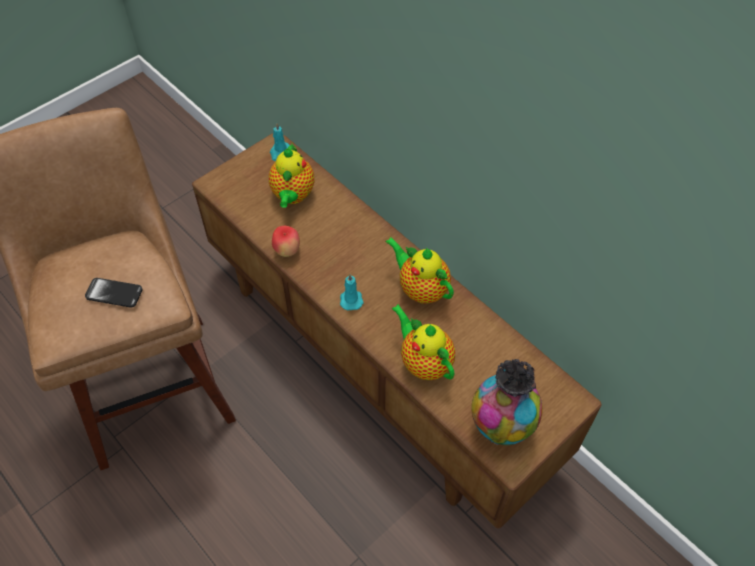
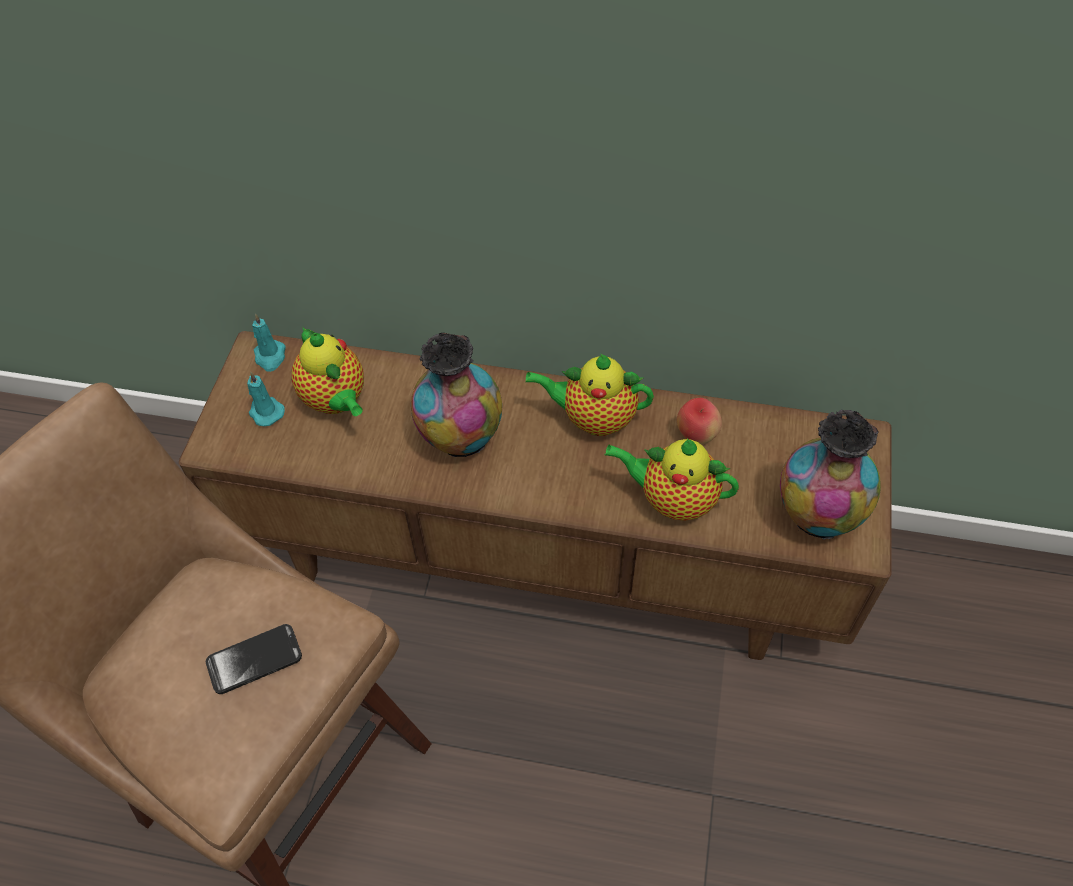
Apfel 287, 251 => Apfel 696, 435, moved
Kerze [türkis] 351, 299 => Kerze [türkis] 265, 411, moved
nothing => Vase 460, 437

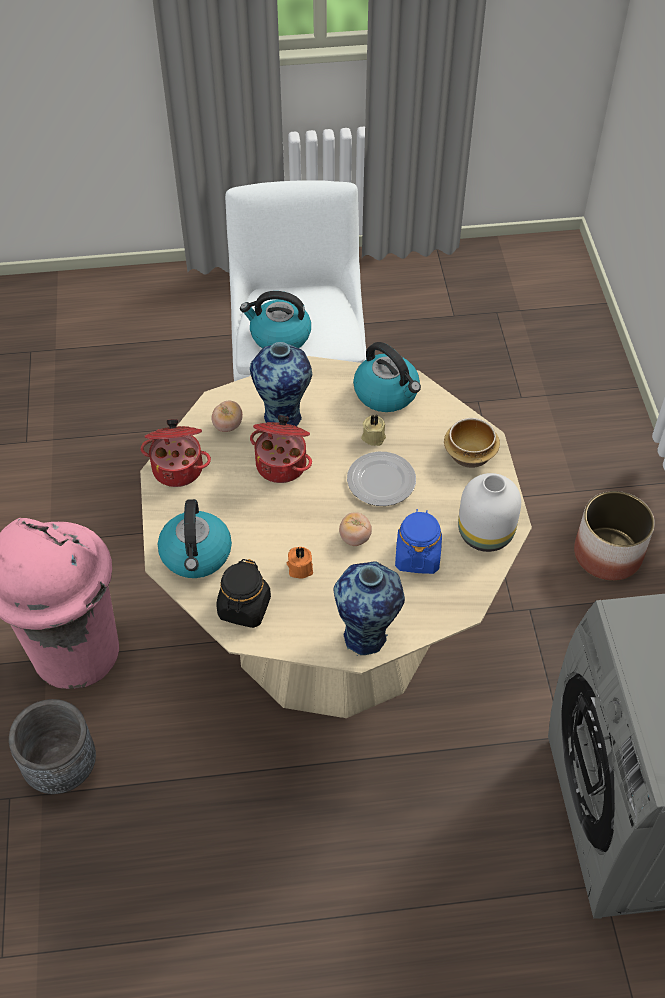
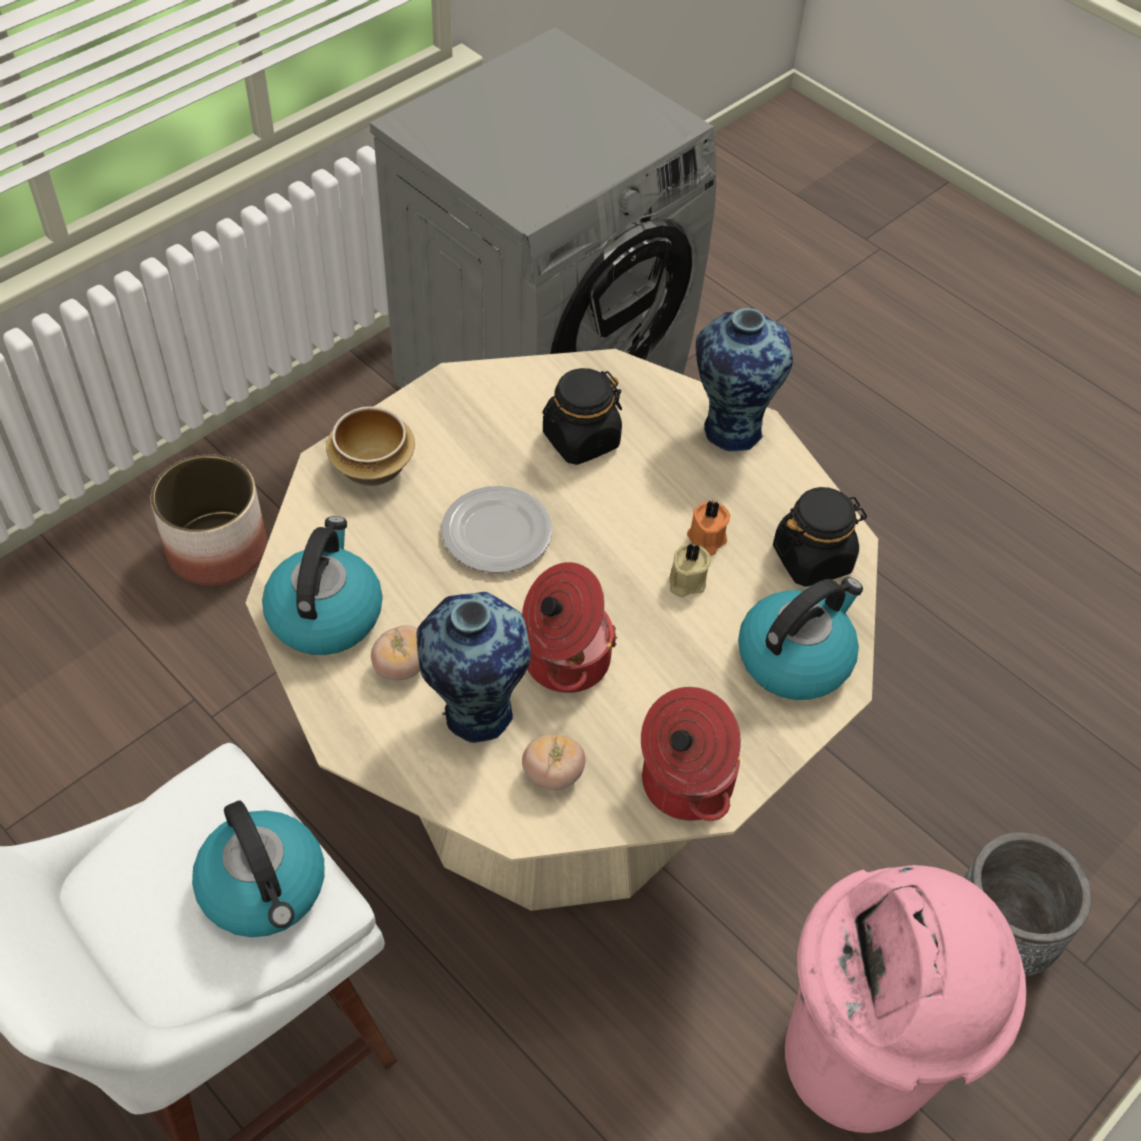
Tomate 355, 538 => Tomate 401, 667, moved
Kerze [beige] 373, 436 => Kerze [beige] 685, 581, moved
Vorratsglas [blau] 417, 556 => Vorratsglas [schwarz] 580, 440
Vase [weiß] 483, 534 => nothing

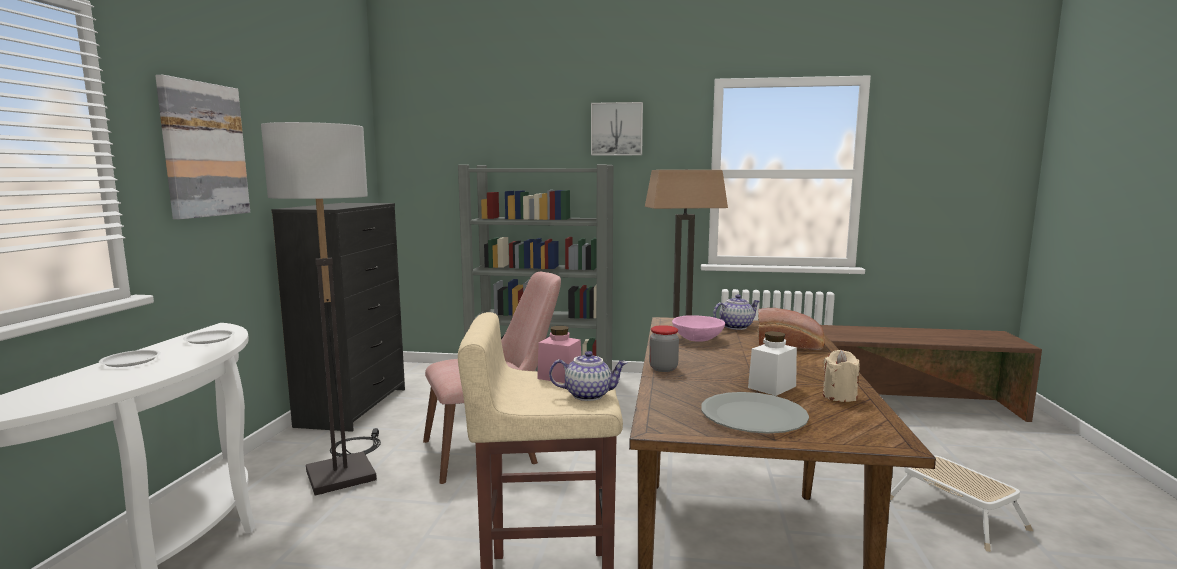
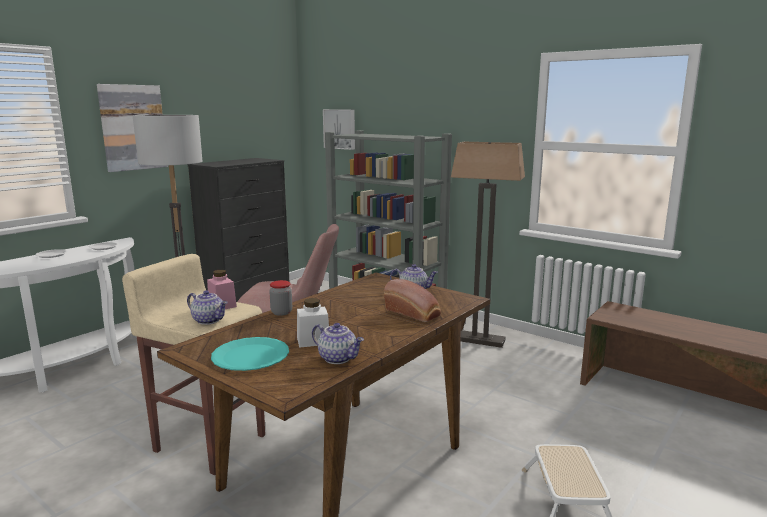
Bild 617, 129 => Bild 340, 129, moved
Schüssel [rosa] 697, 339 => nothing
Teller [grau] 753, 416 => Teller [türkis] 250, 356
Kerze [beige] 839, 396 => Teekanne 338, 358

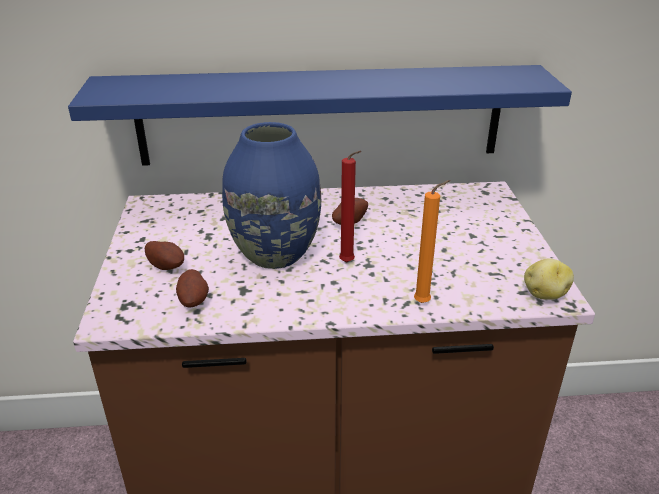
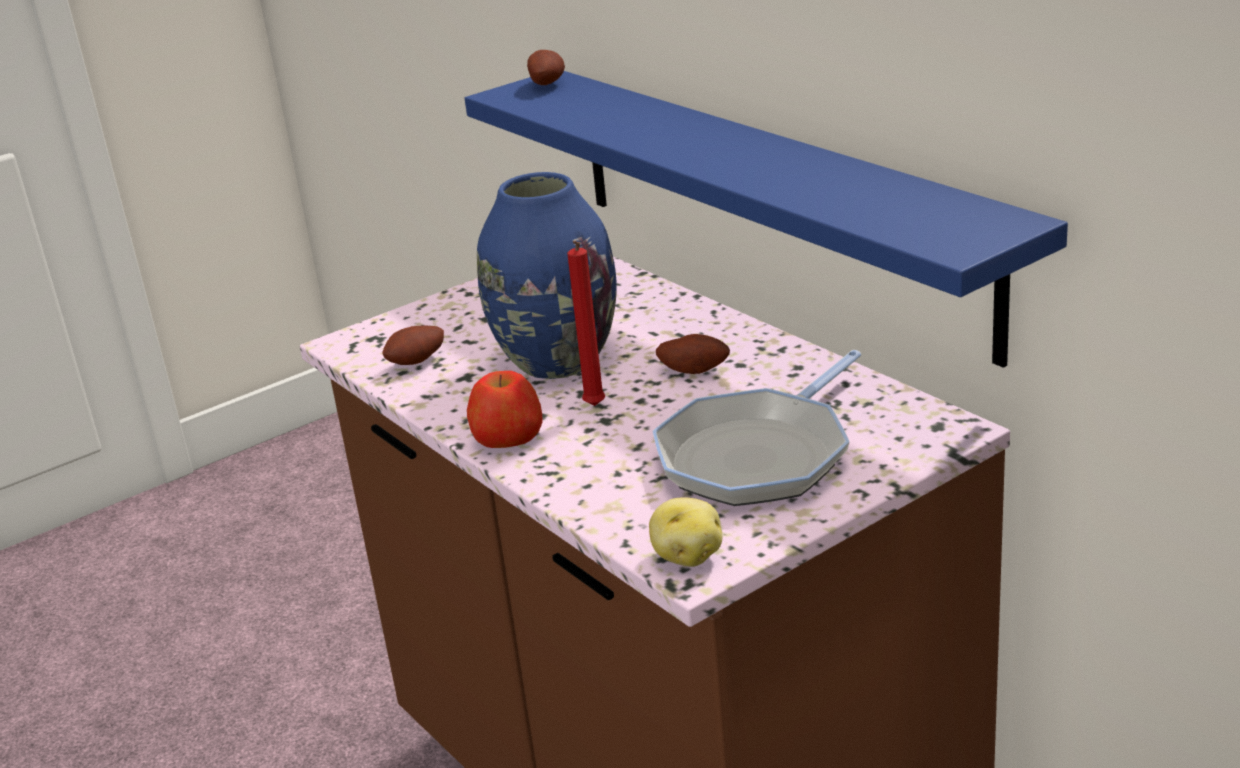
Kartoffel 167, 266 => Kartoffel 548, 83, moved
Kerze [orange] 424, 302 => nothing
nothing => Apfel 507, 438
nothing => Pfanne 759, 455

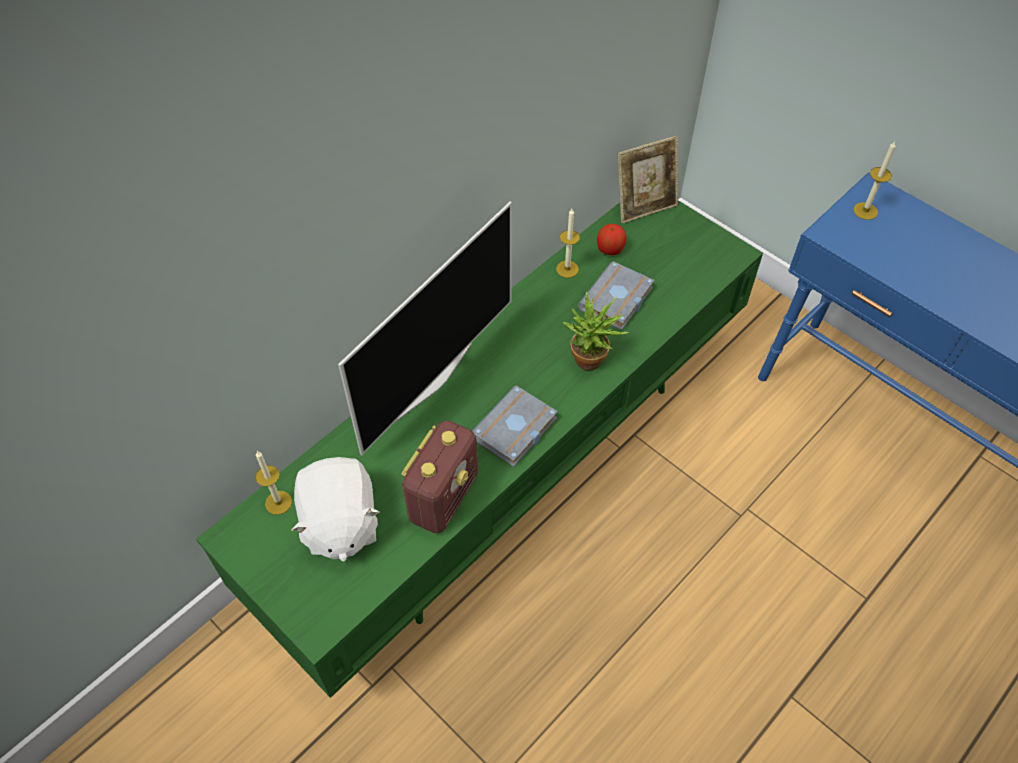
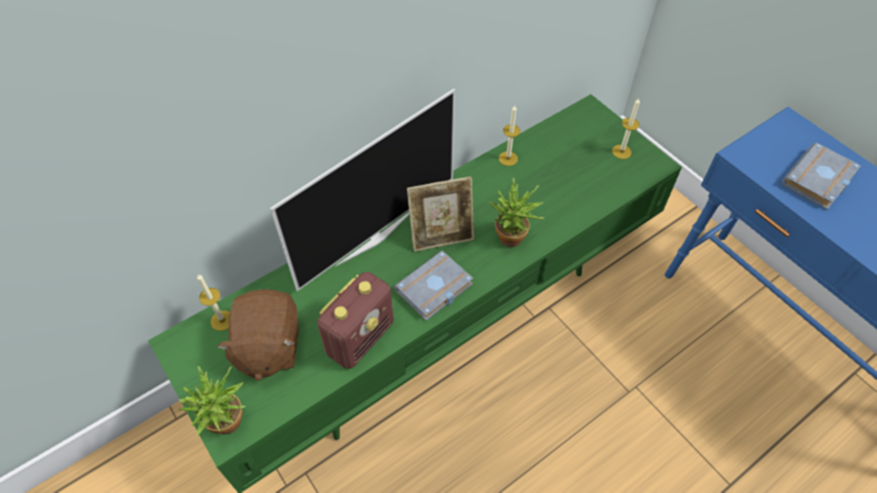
Plüschtier [weiß] 339, 523 => Plüschtier [braun] 268, 346
Buch [grau] 617, 301 => Buch [grau] 819, 181, moved
Apfel 610, 249 => nothing
Bilderrahmen 644, 206 => Bilderrahmen 441, 236, moved
Kerze 865, 211 => Kerze 621, 152, moved
nothing => Topfpflanze 228, 426

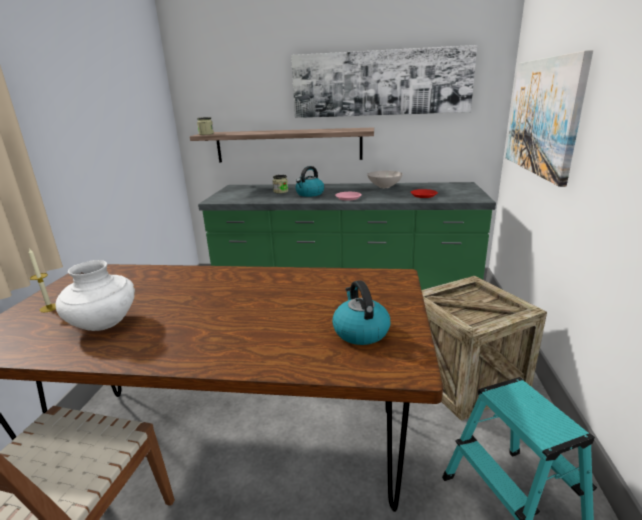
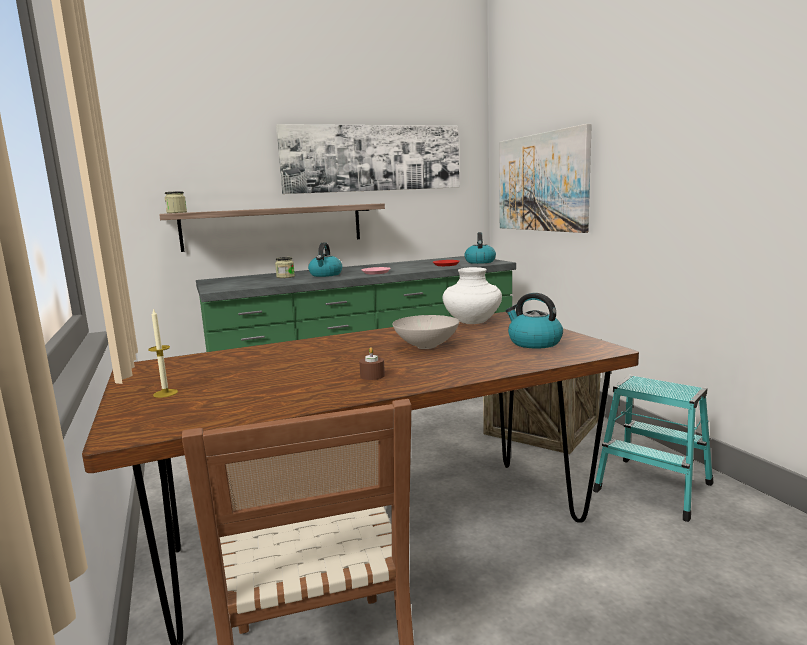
Vase [weiß] 103, 324 => Vase [weiß] 472, 322, moved
Schüssel [weiß] 385, 187 => Schüssel [weiß] 427, 346, moved
nothing => Kerze [braun] 372, 376
nothing => Wasserkessel 480, 262

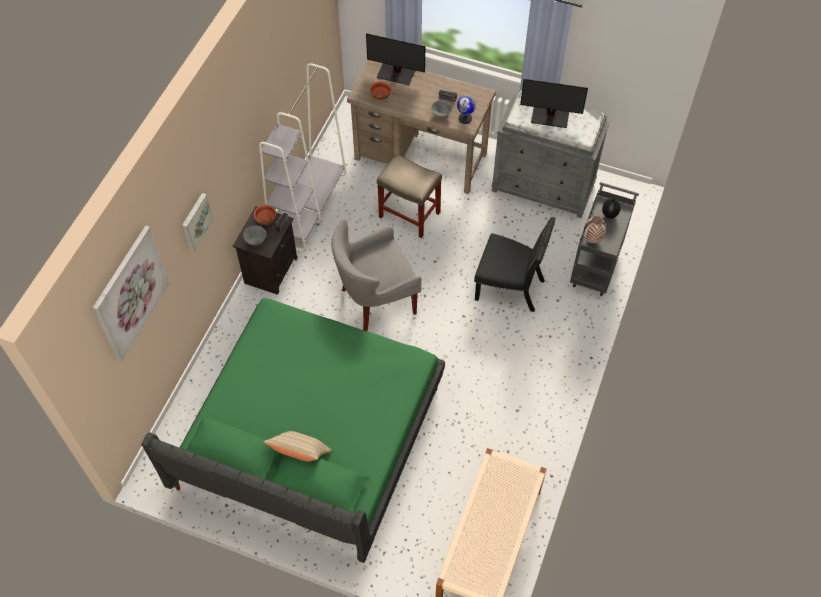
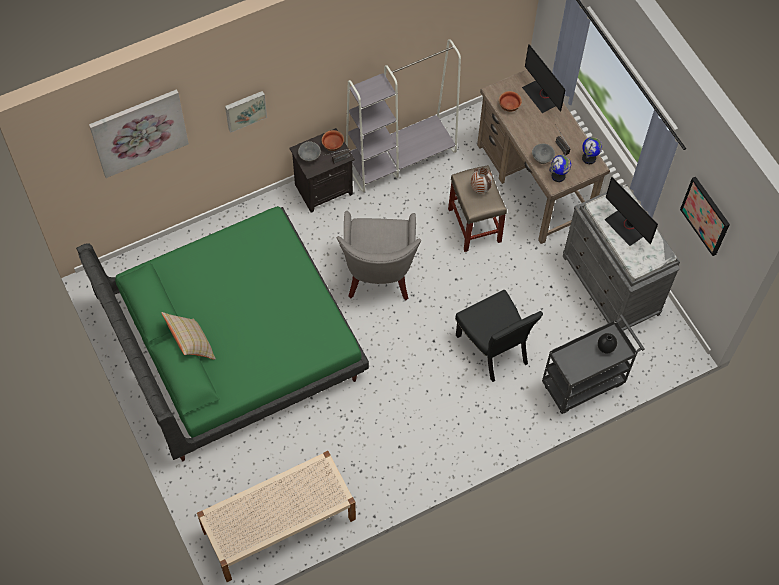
Sessel [grau] 376, 301 => Sessel [grau] 378, 276, 105 degrees counterclockwise
Vase 592, 240 => Vase 480, 189, moved
nothing => Globus 589, 158
nothing => Bild 706, 215

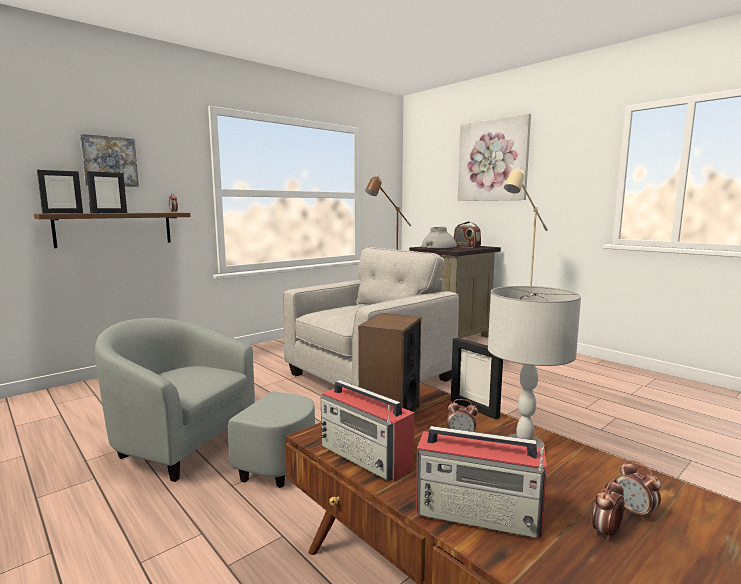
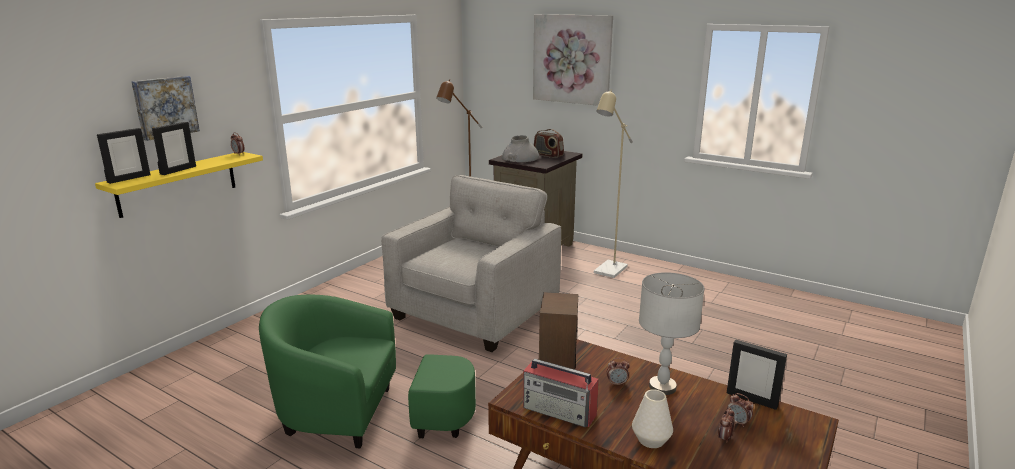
Wandregal [braun] 114, 229 => Wandregal [gelb] 178, 183
Sessel [grau] 202, 450 => Sessel [grün] 362, 415
Radio 479, 514 => Vase [weiß] 651, 440
Bilderrahmen 475, 408 => Bilderrahmen 752, 399, moved

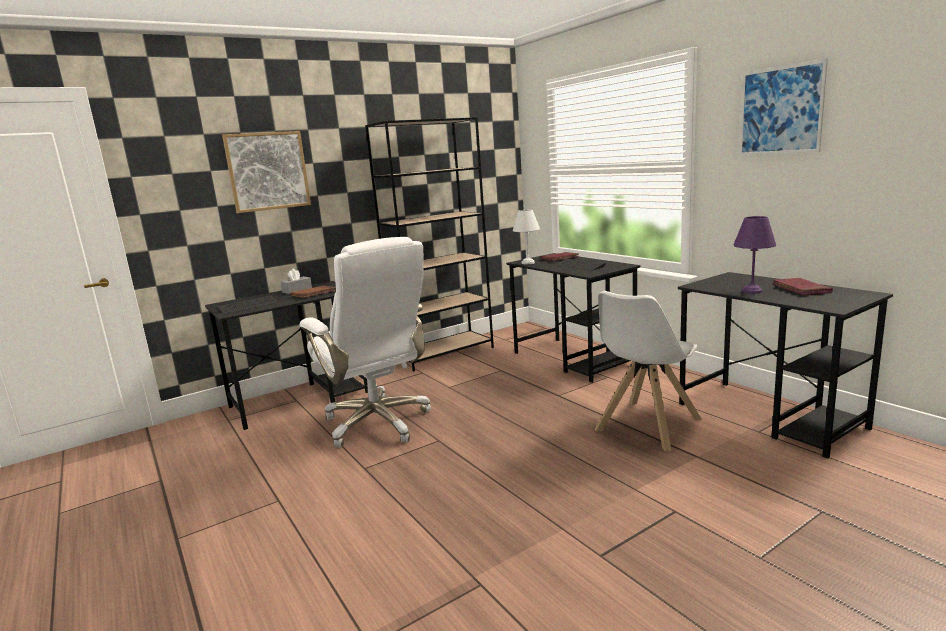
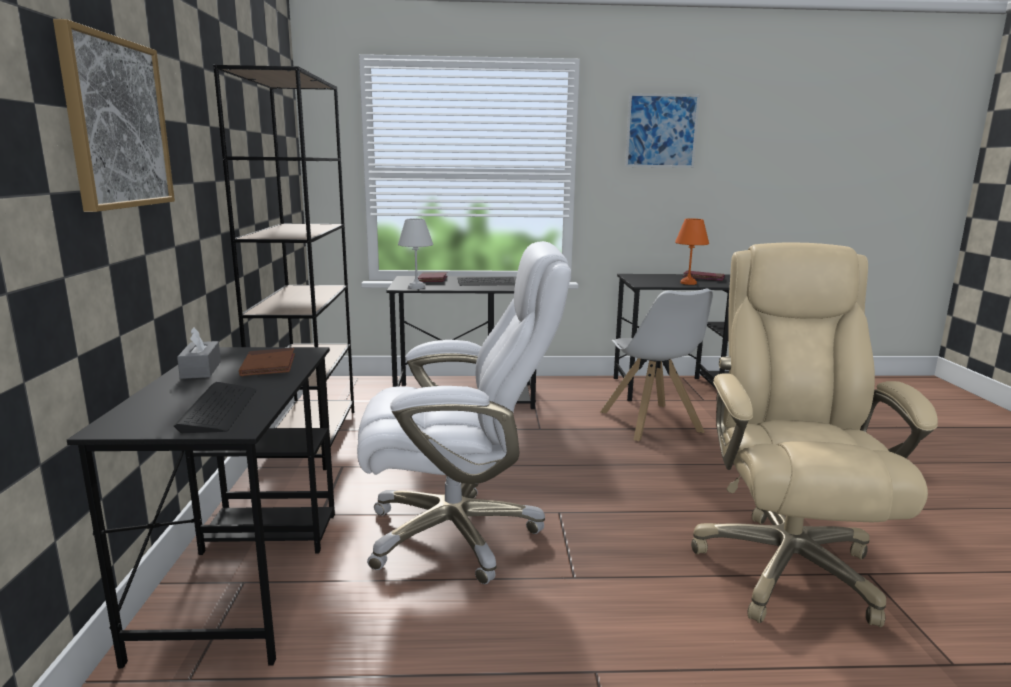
Tischlampe [lila] 750, 291 => Tischlampe [orange] 688, 283
nothing => Bürostuhl [beige] 787, 565

